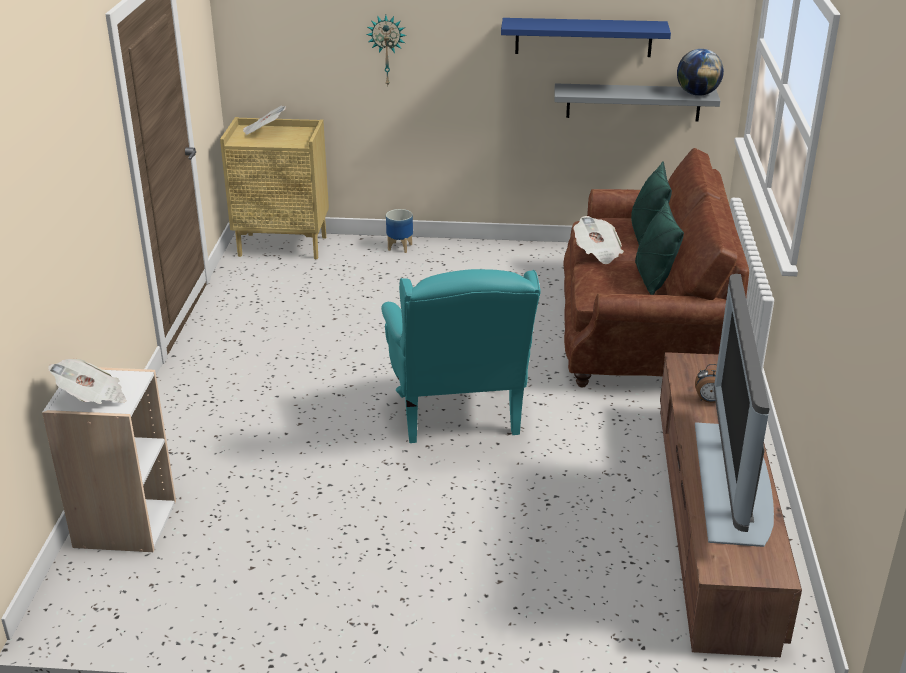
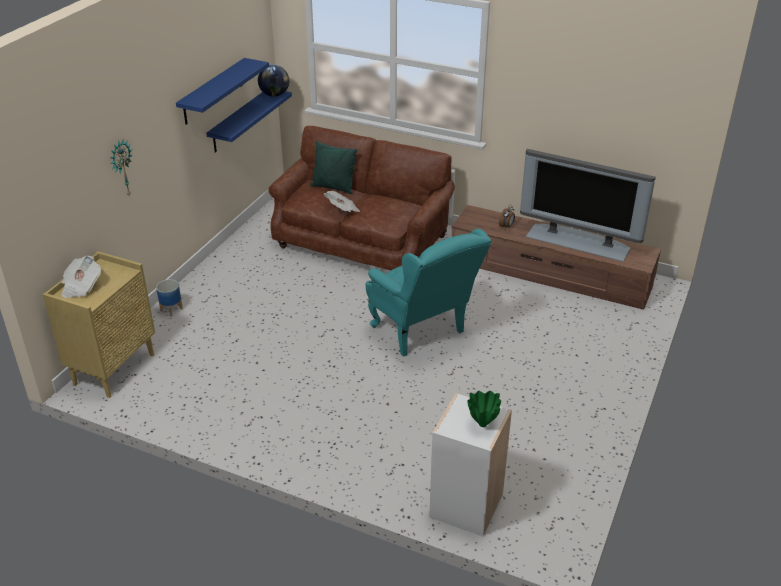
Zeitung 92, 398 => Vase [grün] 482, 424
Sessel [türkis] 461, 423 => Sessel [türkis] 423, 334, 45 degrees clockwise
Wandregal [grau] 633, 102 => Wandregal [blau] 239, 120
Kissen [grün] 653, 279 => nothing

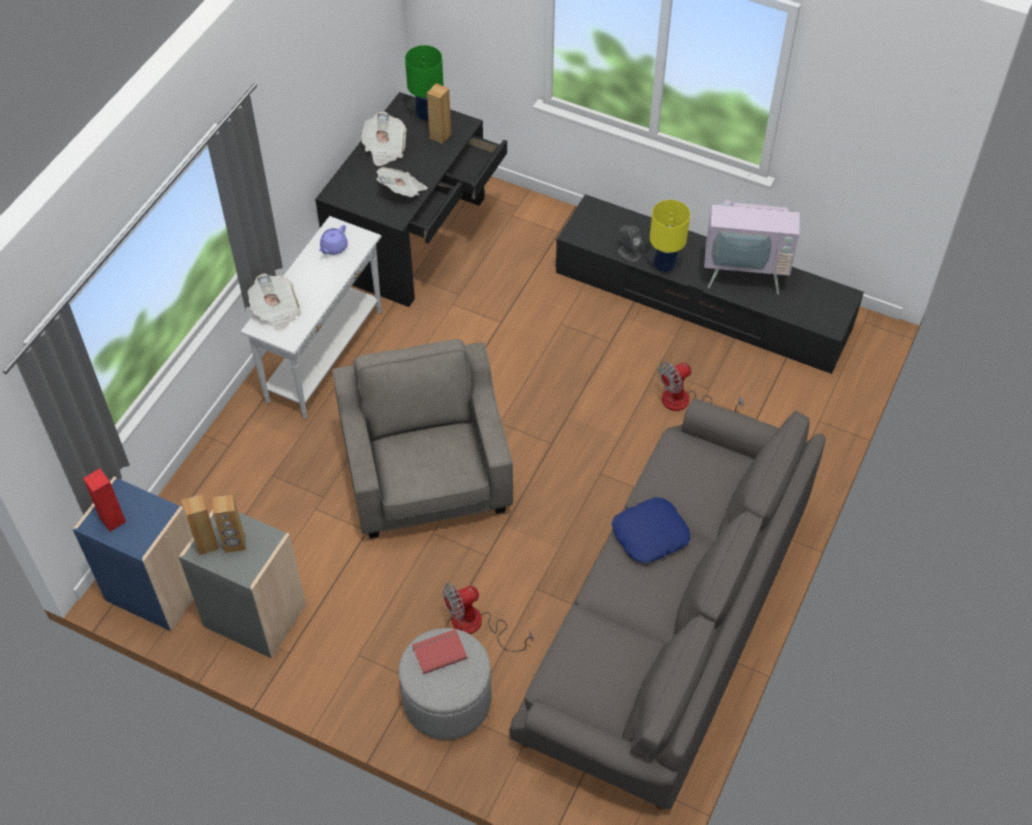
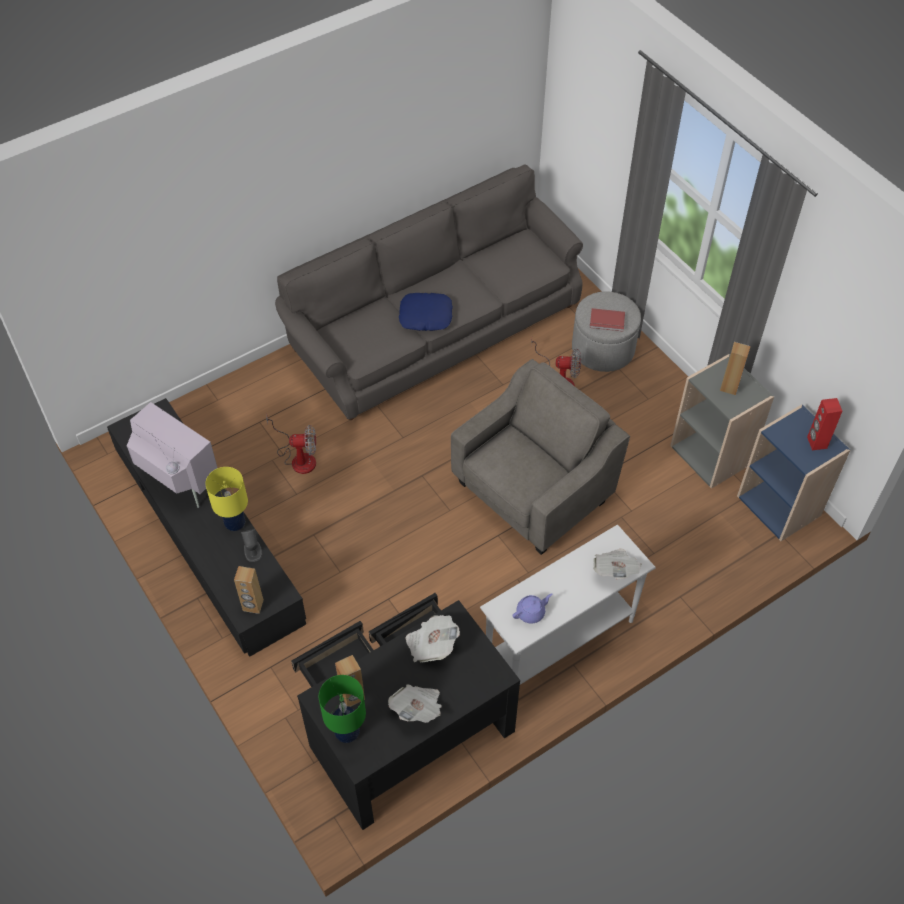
Lautsprecher [braun] 206, 544 => Lautsprecher [braun] 253, 605, moved
Sessel [grau] 428, 480 => Sessel [grau] 533, 492, 150 degrees counterclockwise

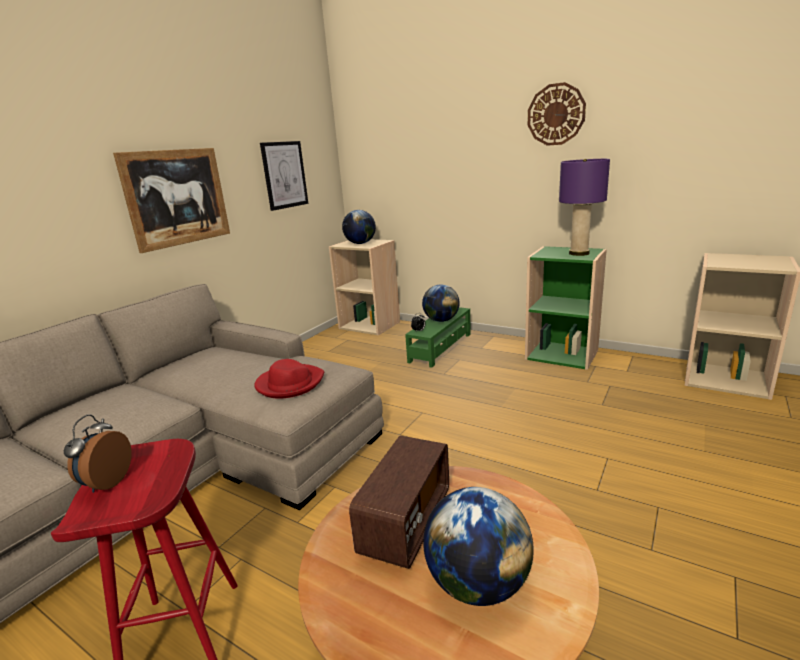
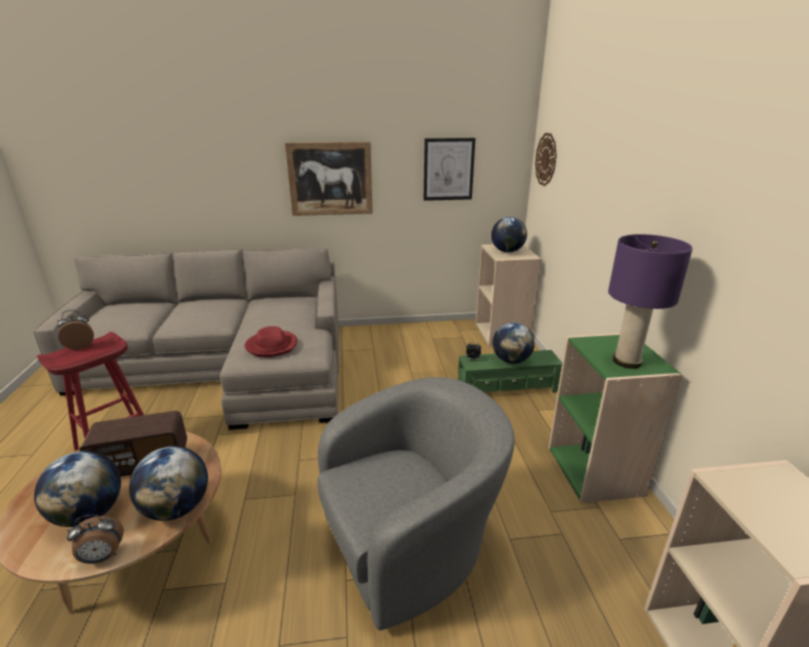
Wanduhr 556, 114 => Wanduhr 546, 159, moved
nothing => Wecker 102, 557
nothing => Globus 177, 508
nothing => Sessel [grau] 411, 546

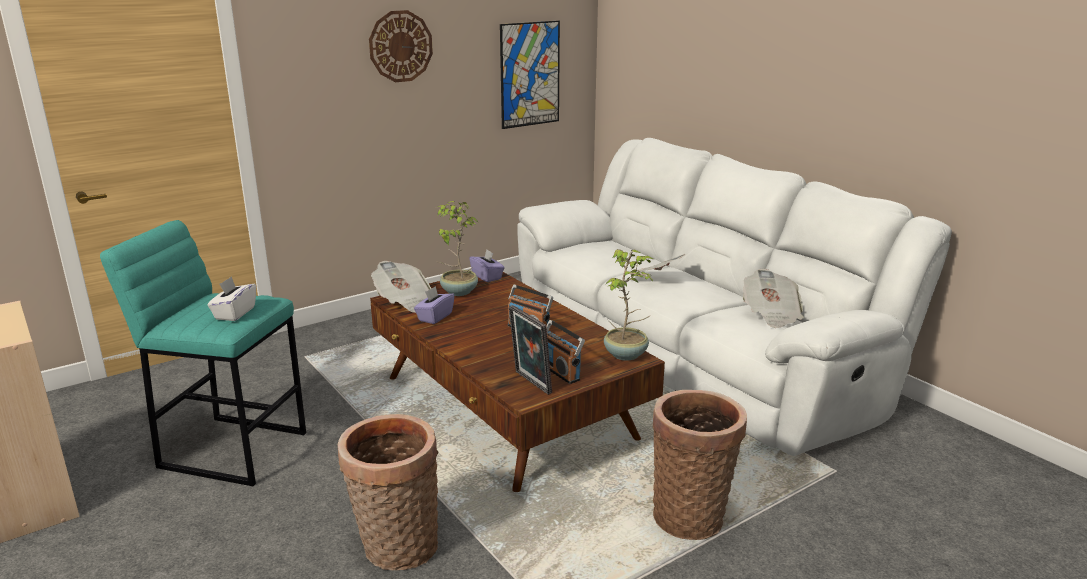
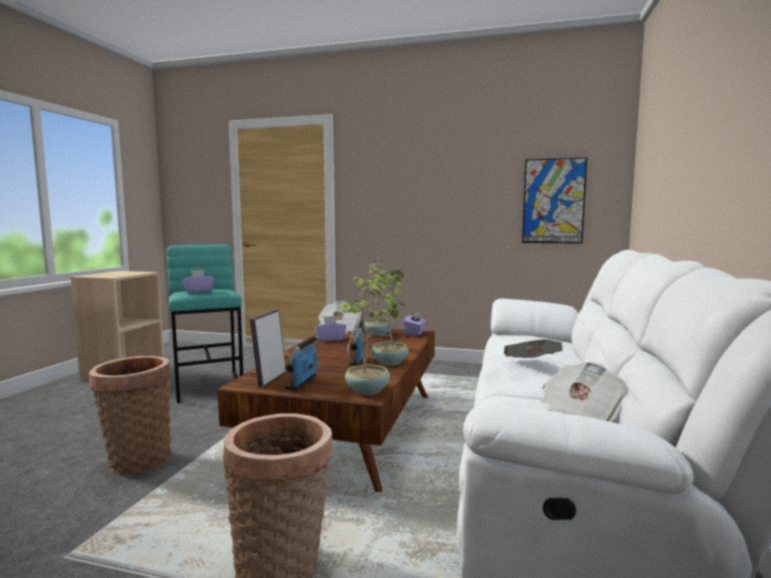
Taschentuchbox [weiß] 234, 313 => Taschentuchbox [lila] 198, 291
Wanduhr 400, 46 => nothing
nothing => Topfpflanze 388, 362

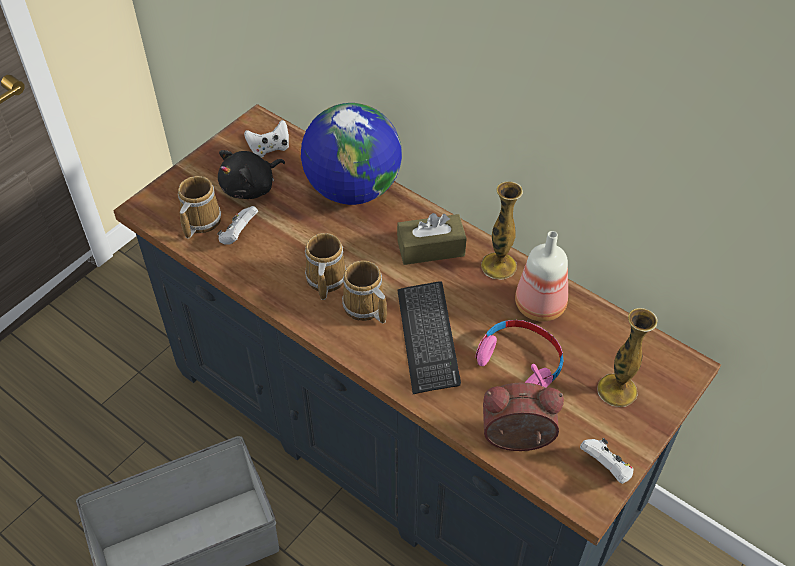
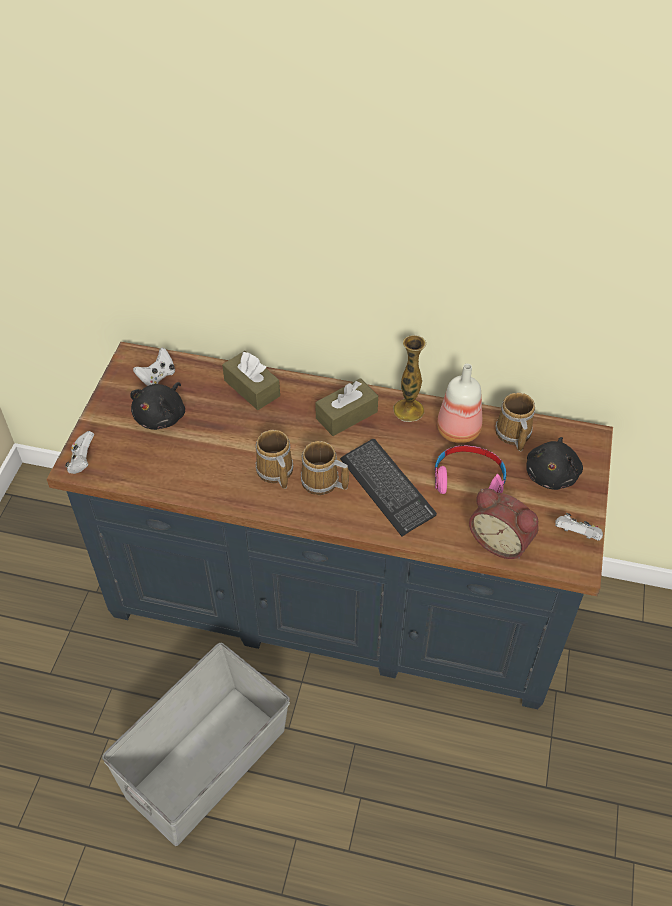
Henkelbecher 199, 221 => Henkelbecher 512, 434, moved
Gamepad [weiß] 238, 235 => Gamepad [weiß] 82, 462, moved
Globus 352, 189 => Taschentuchbox [braun] 252, 388
Wecker 517, 440 => Wecker 501, 540, 120 degrees counterclockwise
Vase 617, 390 => Plüschtier [schwarz] 552, 474

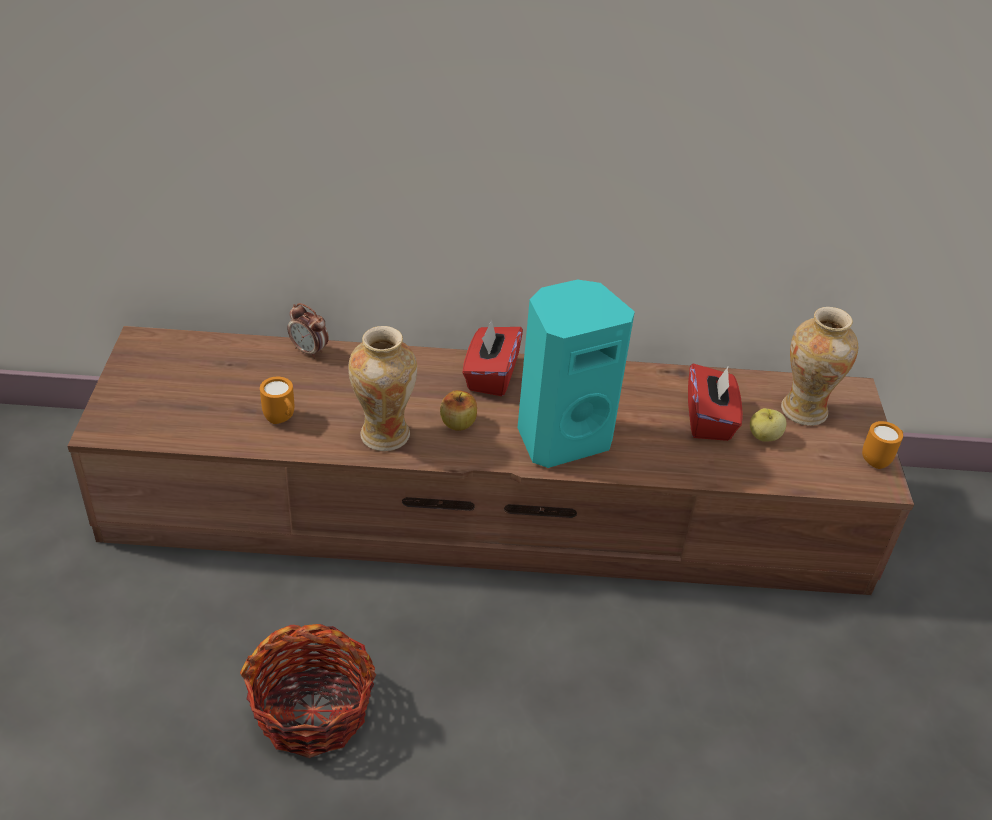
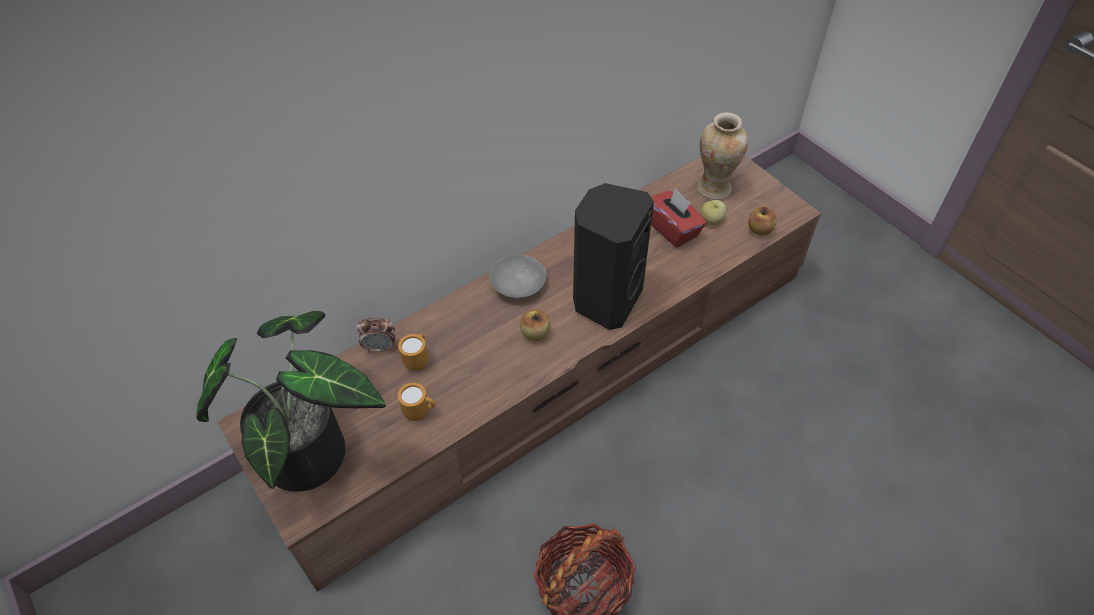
Vase 384, 435 => nothing
Taschentuchbox [rot] 491, 376 => Schüssel [grau] 519, 284
Lautsprecher [türkis] 561, 437 => Lautsprecher [schwarz] 605, 300
Henkelbecher [orange] 878, 460 => Henkelbecher [orange] 418, 361, moved
nothing => Topfpflanze 313, 447
nothing => Apfel 759, 230

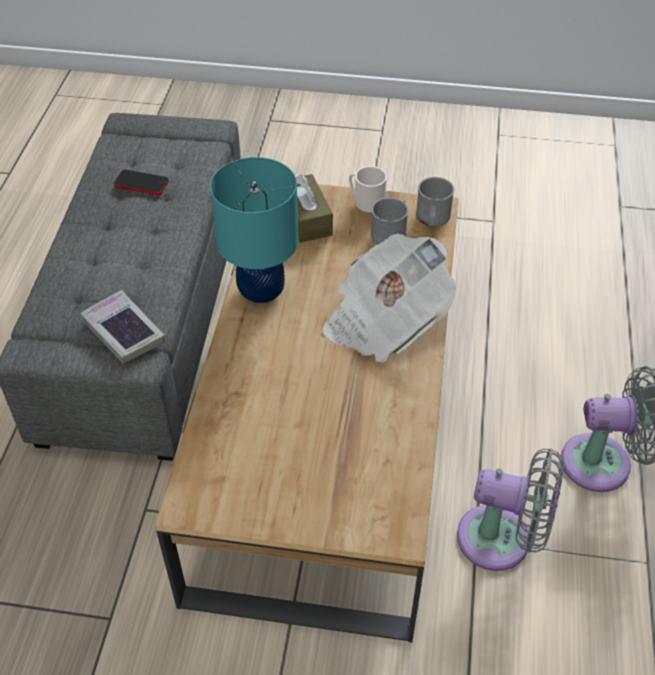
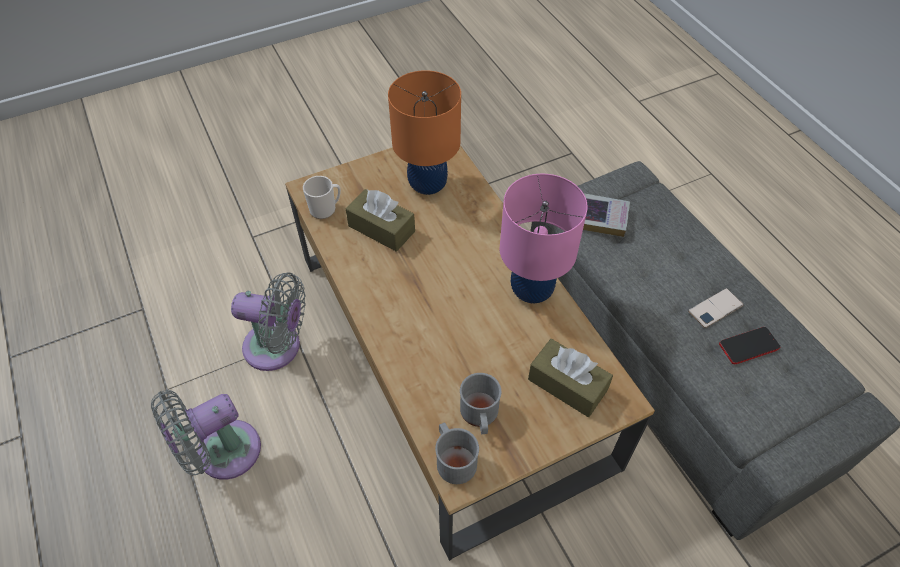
Tischlampe [türkis] 262, 290 => Tischlampe [rosa] 532, 292
Zeitung 385, 320 => nothing
Henkelbecher 366, 203 => Henkelbecher 325, 209, moved
Ventilator [grau] 502, 540 => Ventilator [grau] 278, 347, 150 degrees counterclockwise
nothing => Taschentuchbox [braun] 381, 228
nothing => Tischlampe [orange] 426, 186
nothing => Handy 715, 308

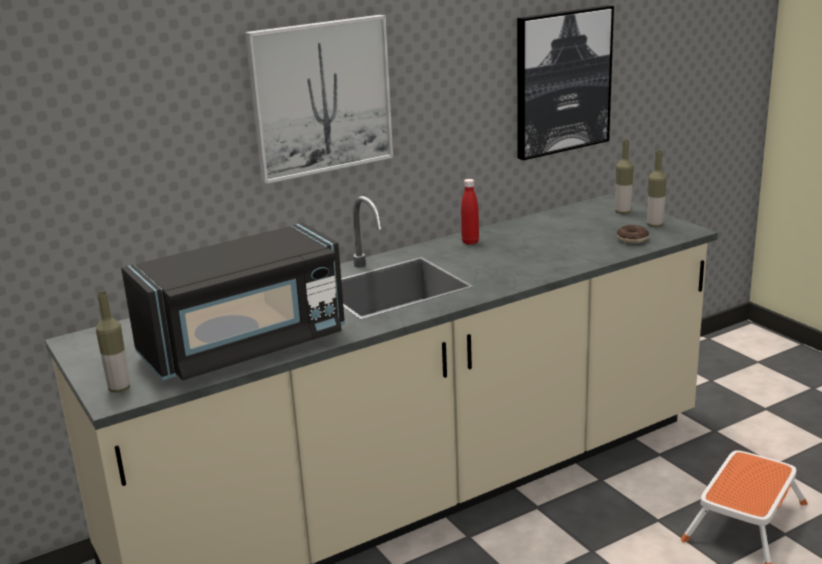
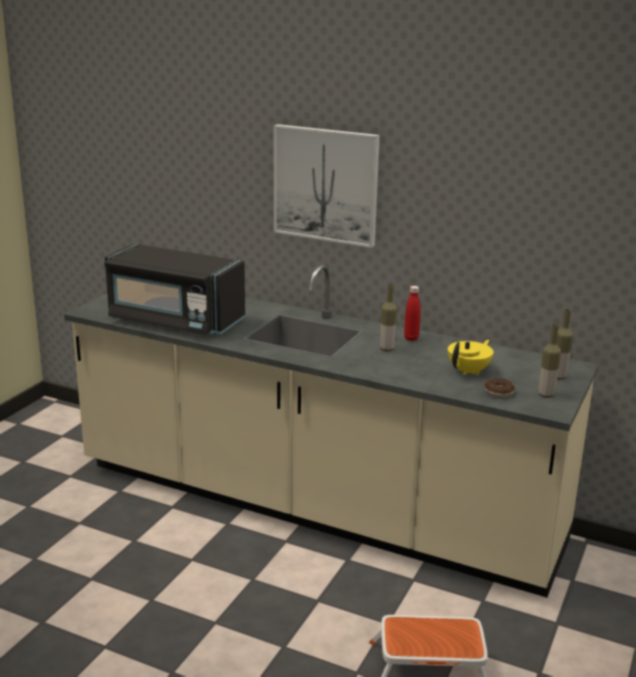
Flasche 119, 388 => Flasche 387, 349, moved
Bild 562, 81 => nothing
nothing => Teekanne [gelb] 469, 371

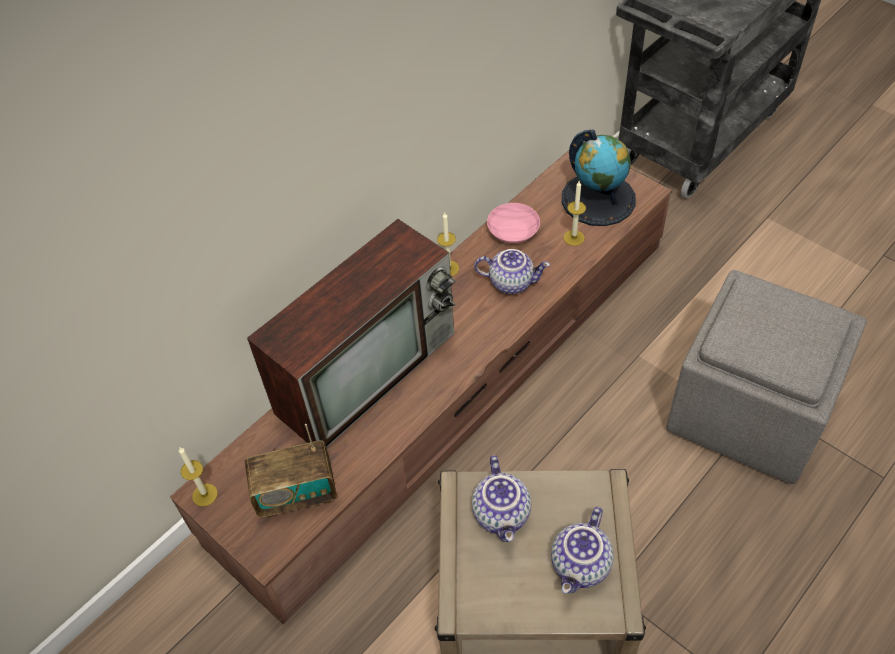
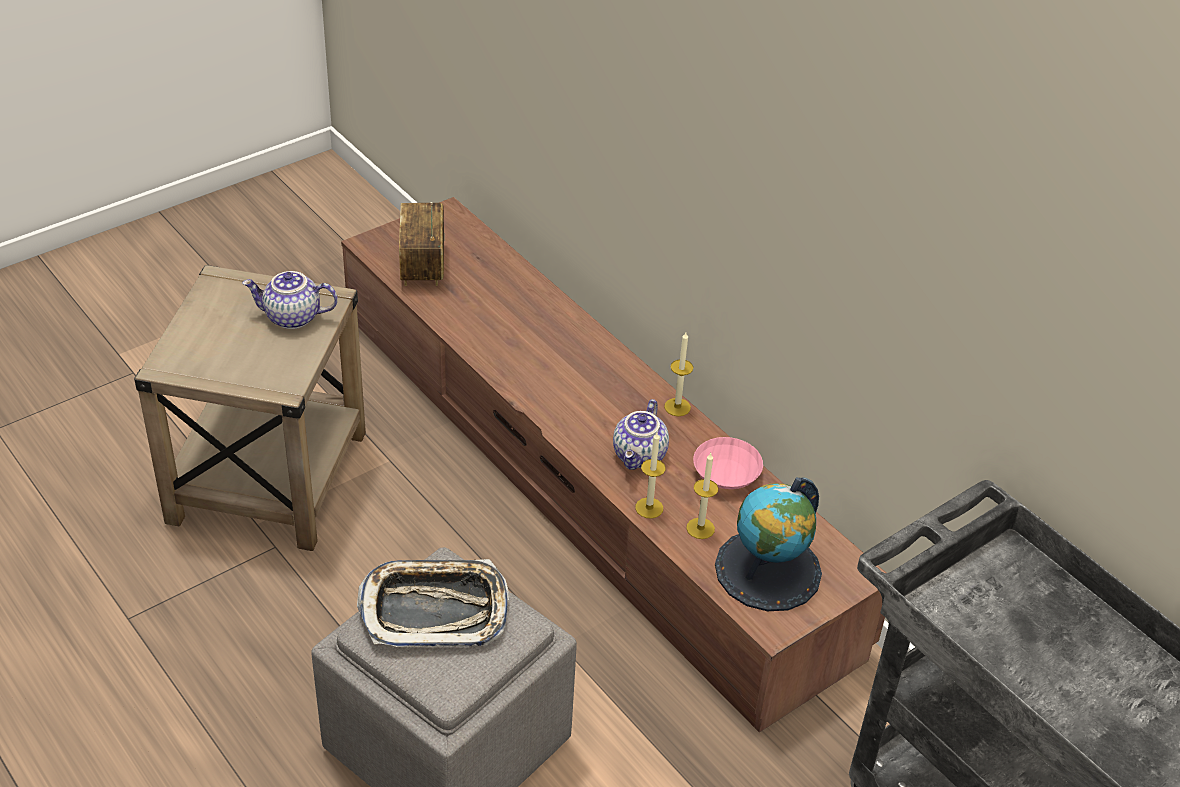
Kerze 205, 495 => Kerze 649, 508, moved
Fernseher 368, 369 => nothing
Teekanne 581, 566 => nothing
nothing => Tablett 434, 610

